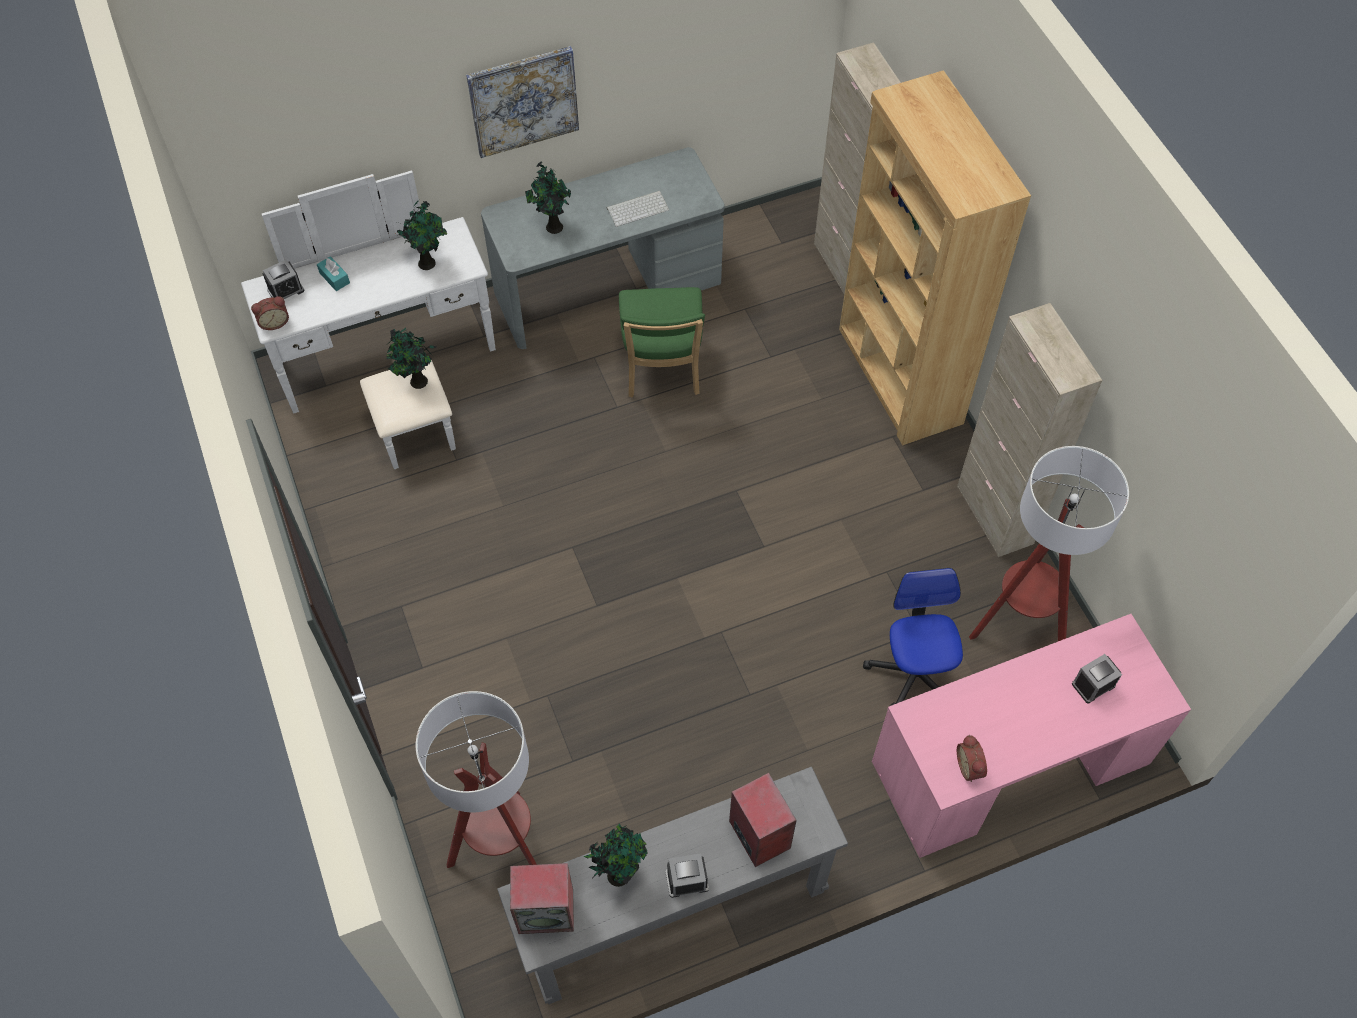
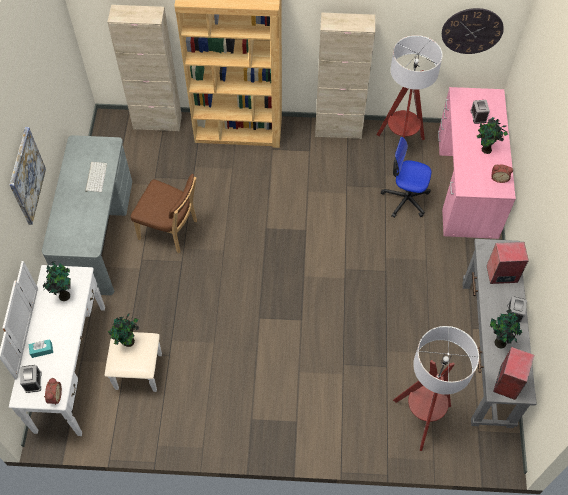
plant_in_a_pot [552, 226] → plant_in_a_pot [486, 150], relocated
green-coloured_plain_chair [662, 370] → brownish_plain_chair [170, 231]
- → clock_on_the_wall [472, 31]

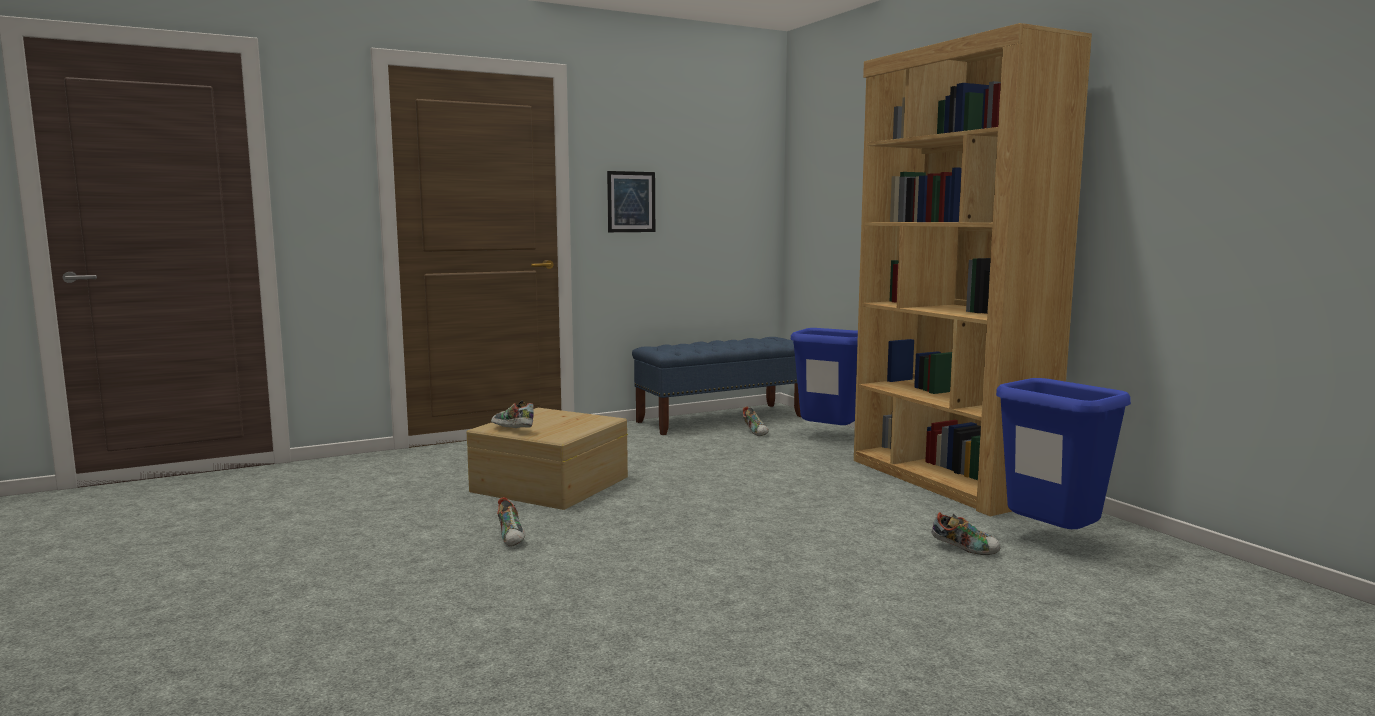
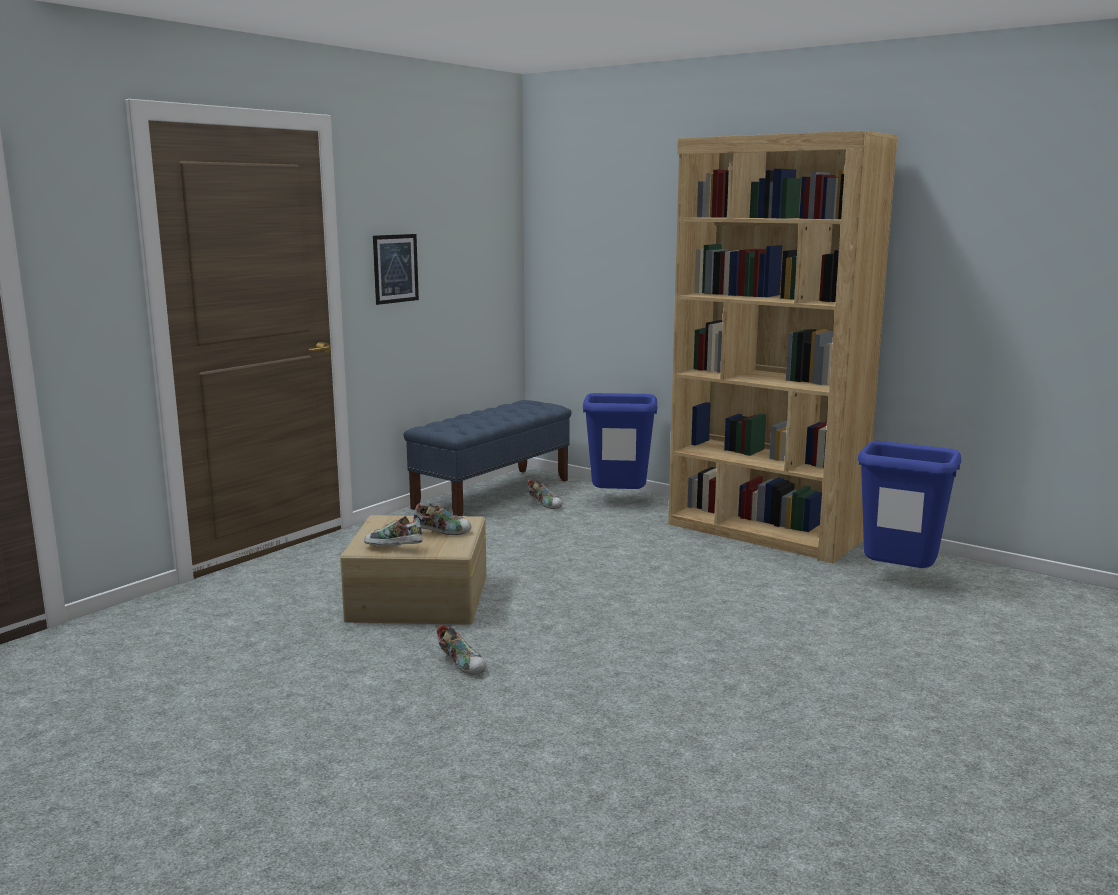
item_of_footwear [964, 549] → item_of_footwear [442, 532], relocated

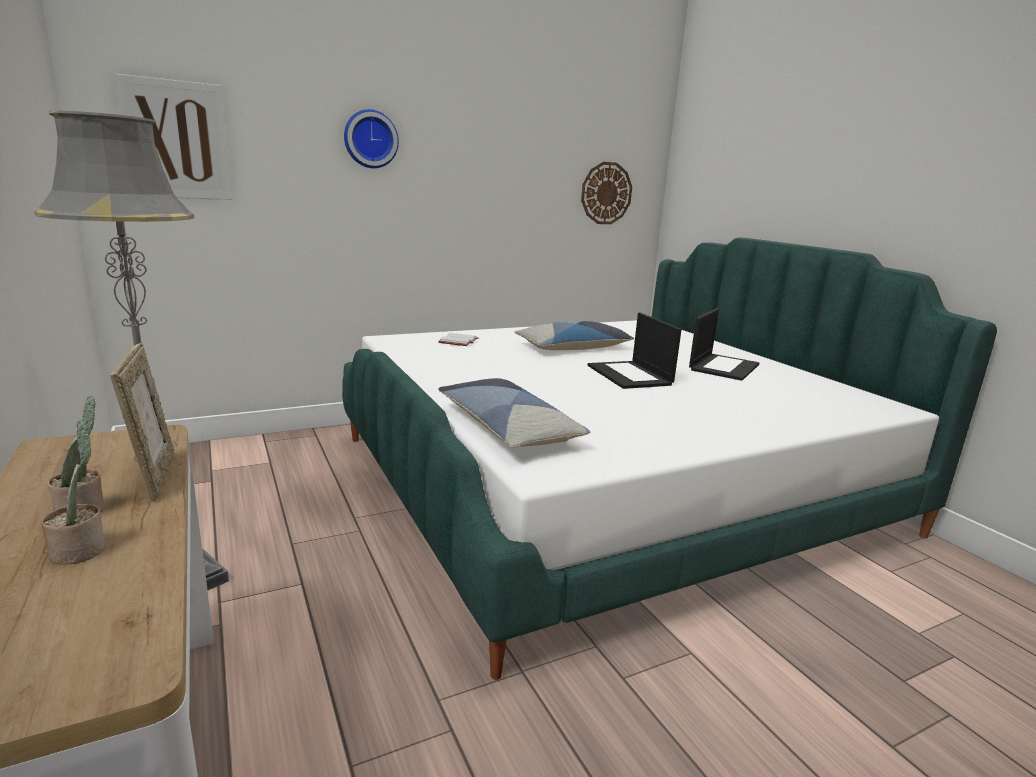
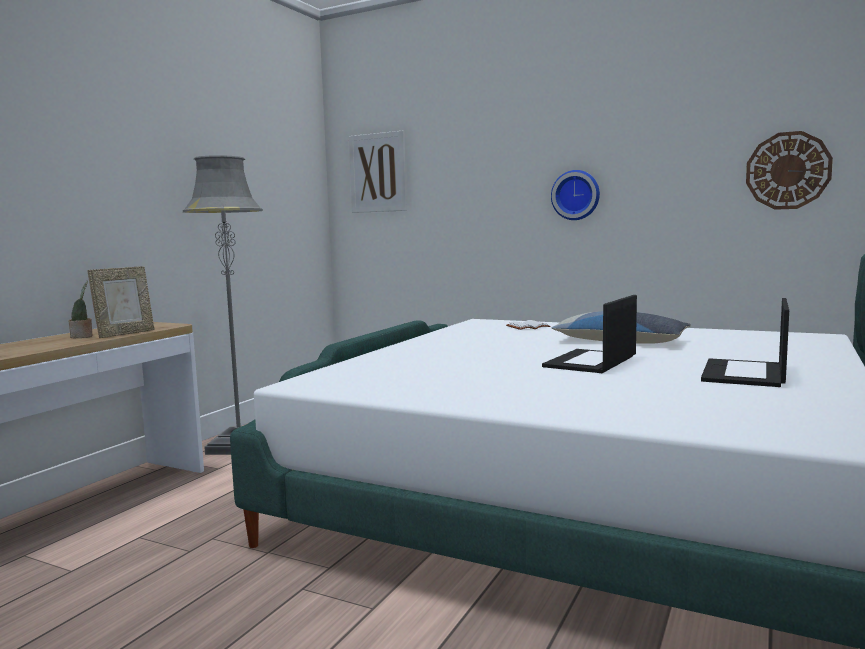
plant_in_a_pot [81, 549] → -
clock_on_the_wall [370, 139] → clock_on_the_wall [576, 195], relocated
cushion [507, 427] → -
laptop [723, 367] → laptop [745, 374], 120 degrees clockwise

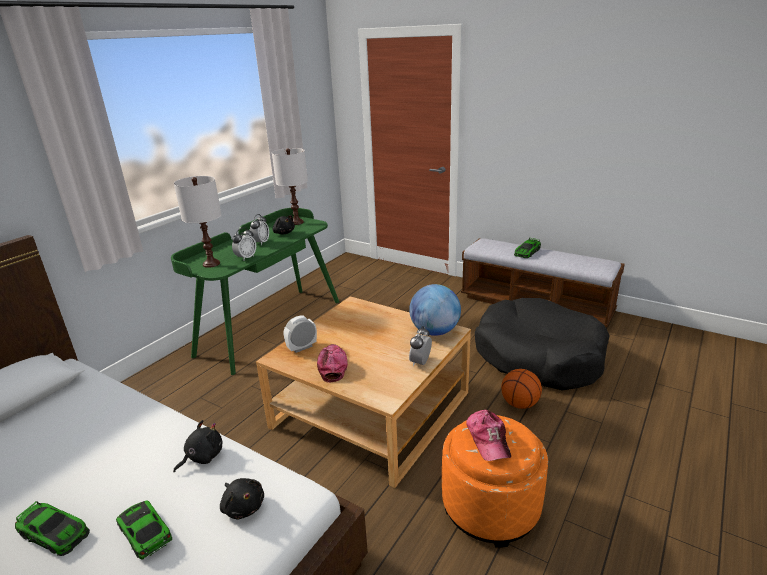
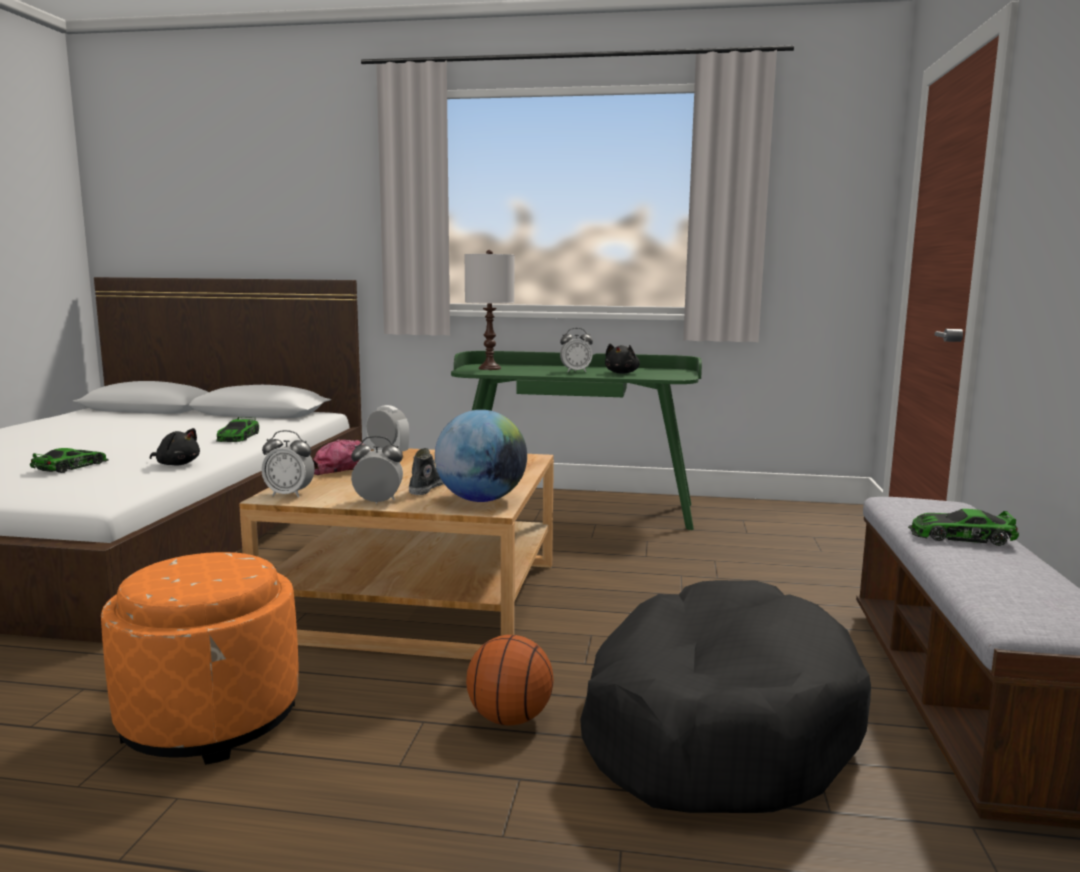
toy_car [54, 533] → toy_car [238, 437], relocated
black_cuddly_toy [243, 506] → -
table_clock [246, 258] → table_clock [289, 494], relocated
whitish_table_lamp [296, 222] → -
peaked_cap [488, 439] → -
- → item_of_footwear [427, 487]

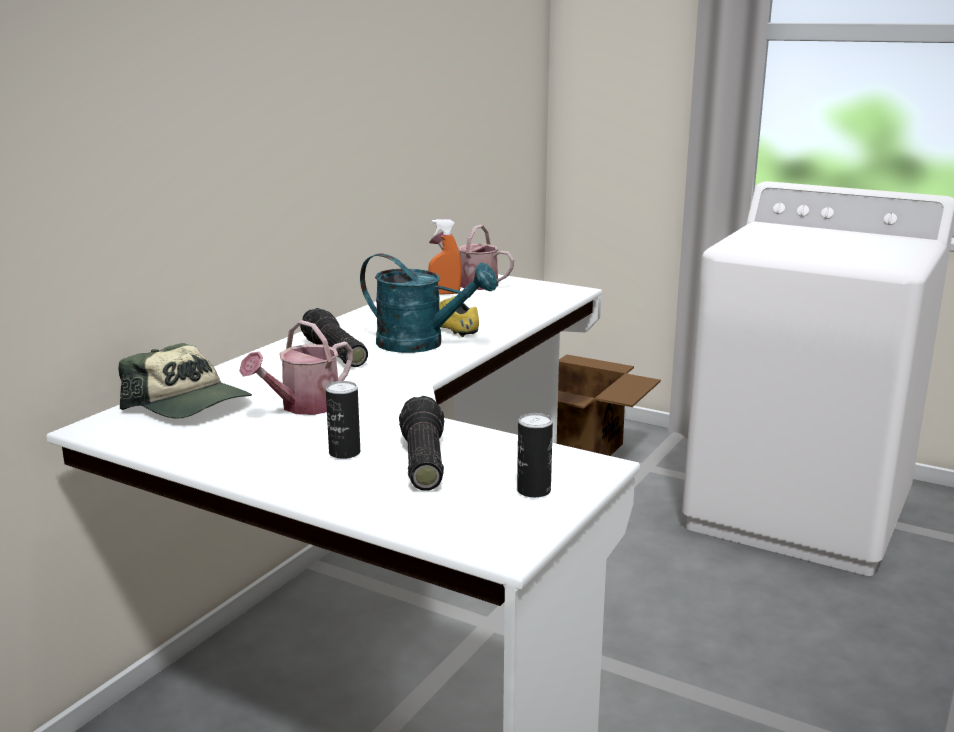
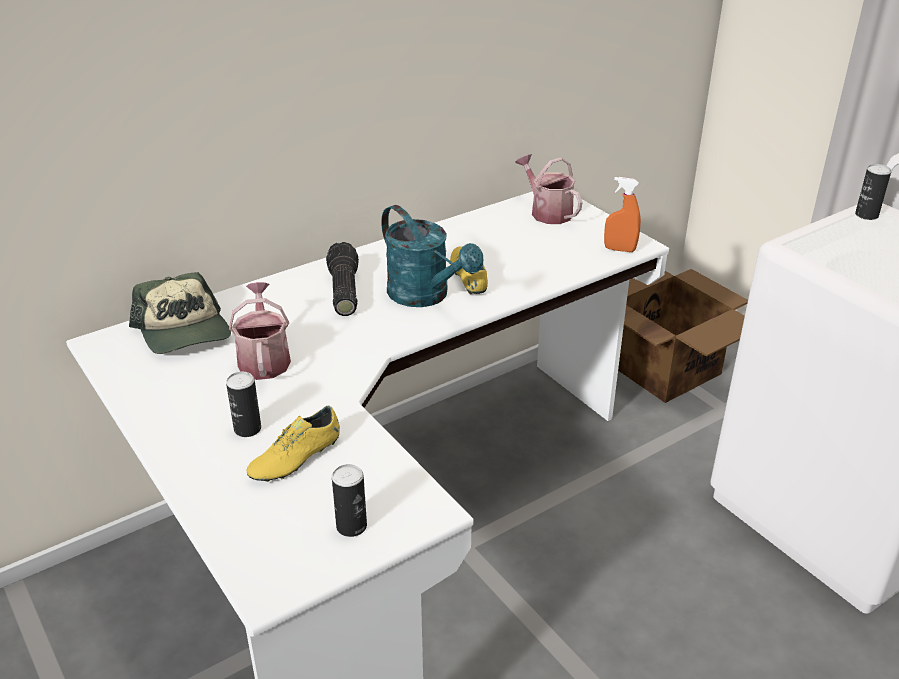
watering_pot [304, 406] → watering_pot [264, 359], 105 degrees clockwise
flashlight [421, 461] → yellow_item_of_footwear [295, 458]
orangey_spray_bottle [445, 293] → orangey_spray_bottle [619, 249], relocated
- → can [866, 215]

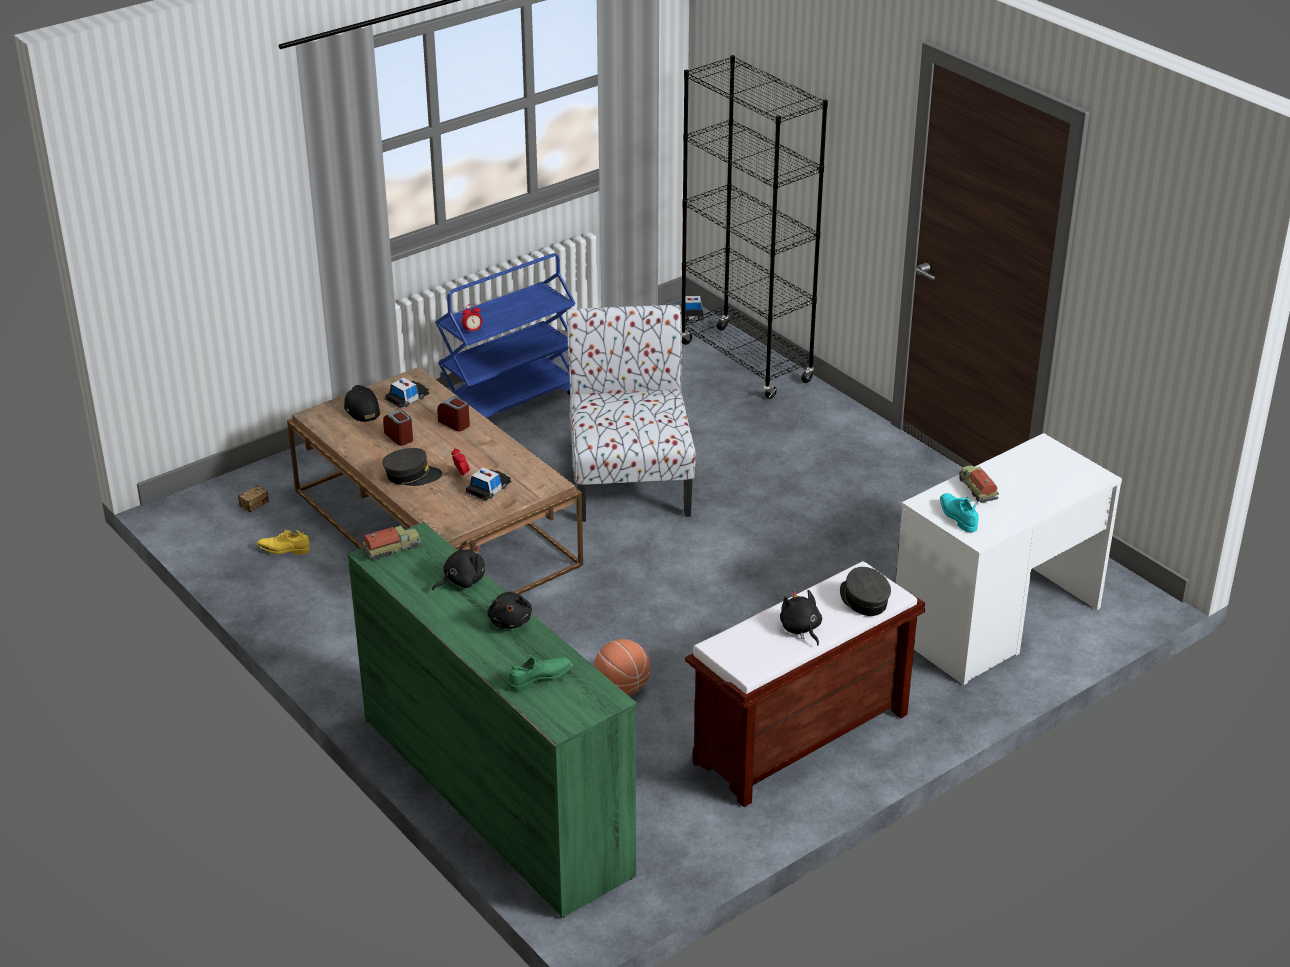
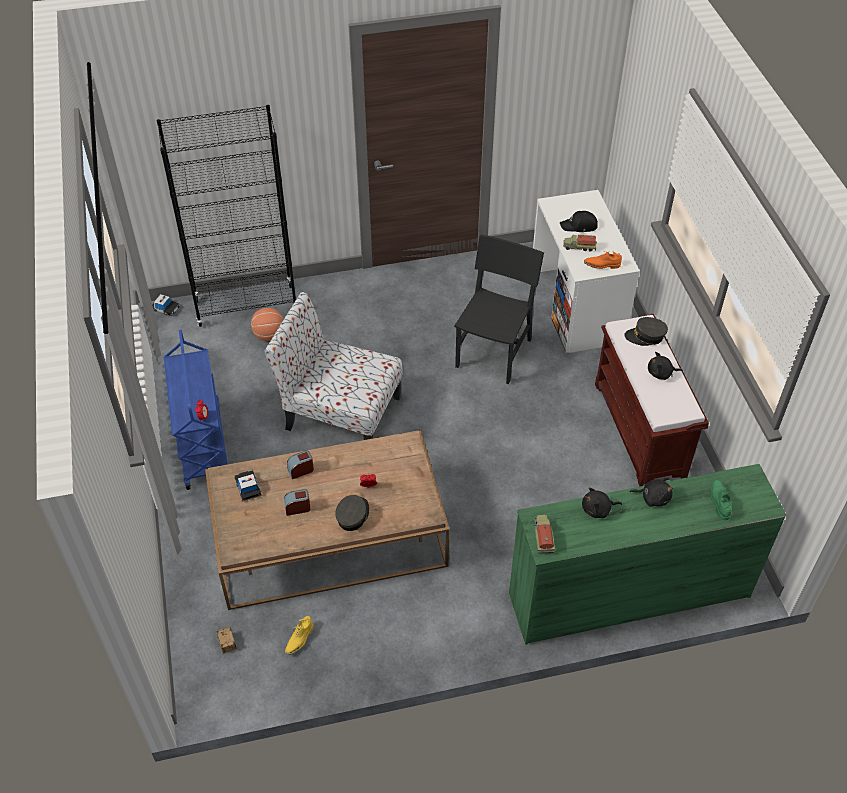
black_peaked_cap [361, 409] → black_peaked_cap [579, 226], relocated
black_cuddly_toy [461, 581] → black_cuddly_toy [598, 510], 90 degrees counterclockwise
toy_car [488, 489] → -
basketball [622, 688] → basketball [269, 335], relocated
turquoise_item_of_footwear [957, 517] → orangey_item_of_footwear [602, 265]
- → black_plain_chair [494, 353]

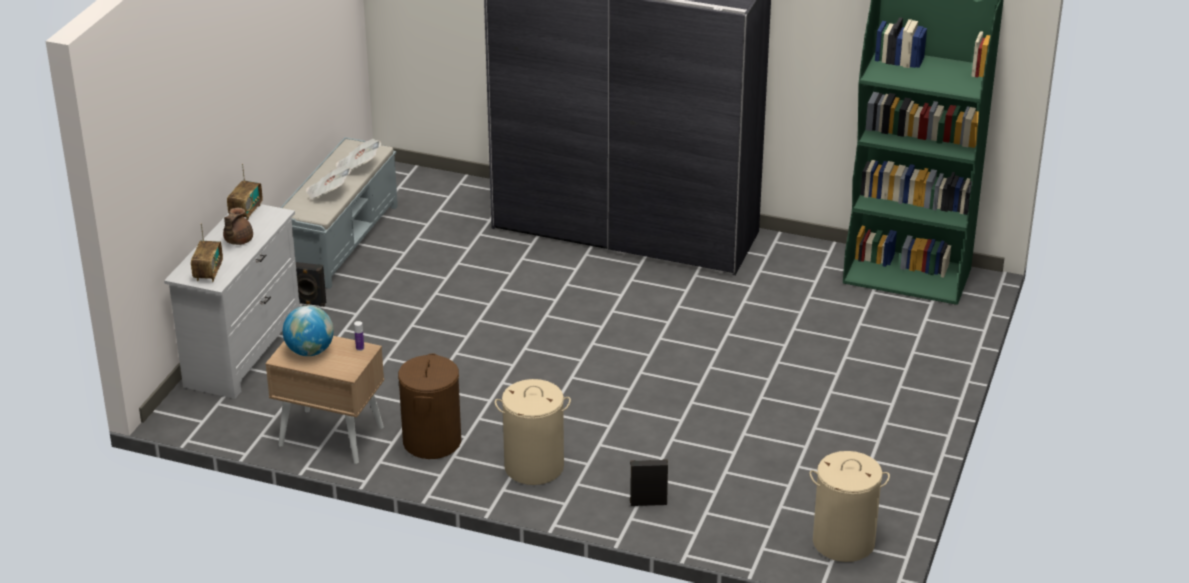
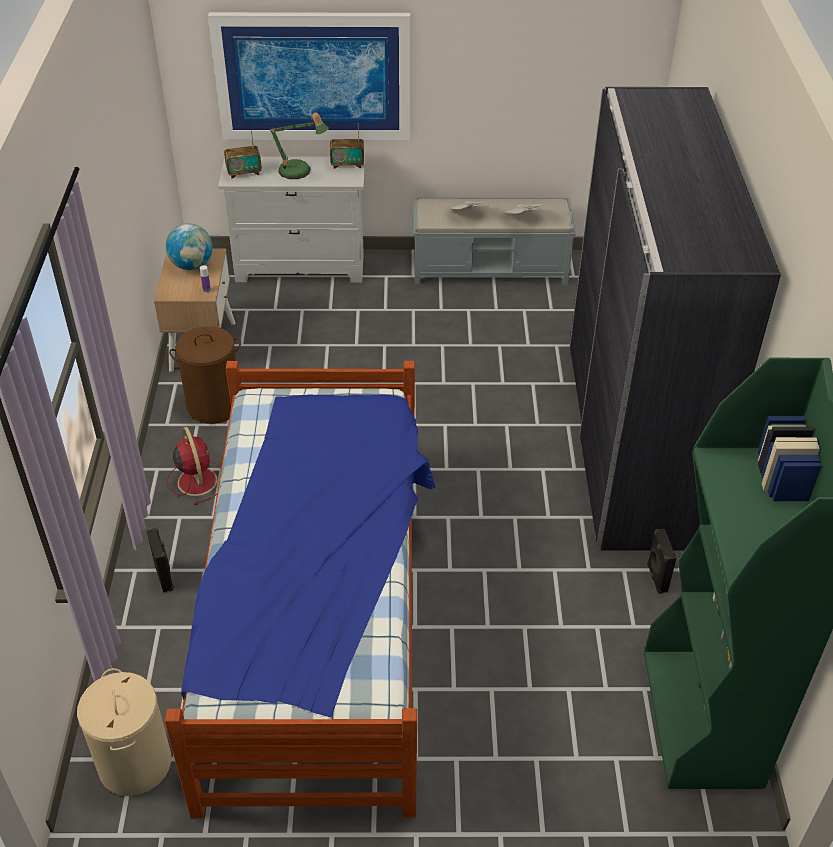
brownish_tea_pot [237, 240] → table_lamp [299, 172]
black_speaker [309, 303] → black_speaker [656, 578], relocated
sand-coloured_hamper [533, 467] → reddish_cooling_fan [196, 480]
- → sleeping_bed [319, 616]
- → wall_picture [313, 76]

